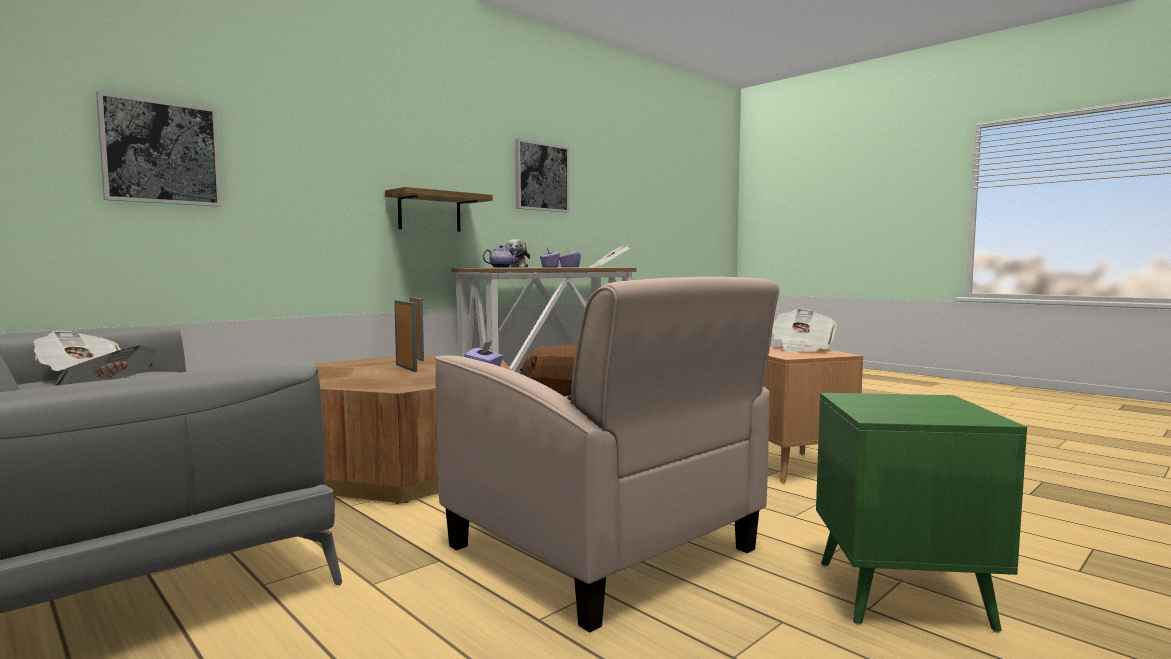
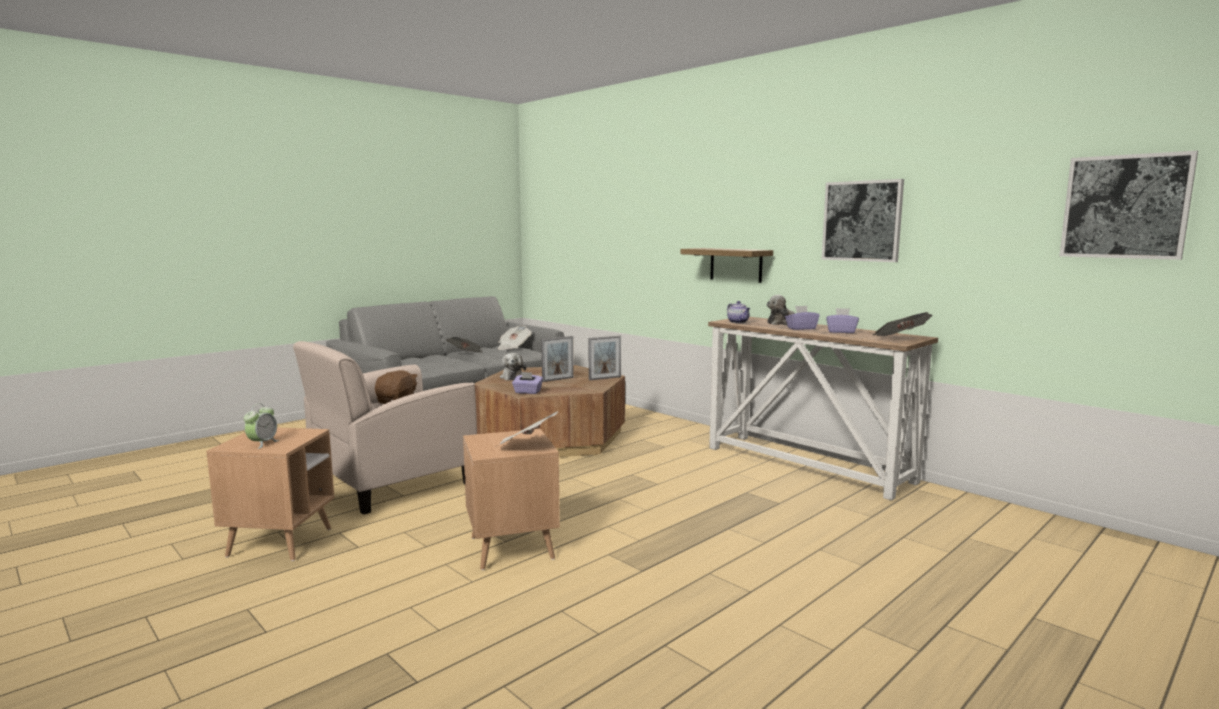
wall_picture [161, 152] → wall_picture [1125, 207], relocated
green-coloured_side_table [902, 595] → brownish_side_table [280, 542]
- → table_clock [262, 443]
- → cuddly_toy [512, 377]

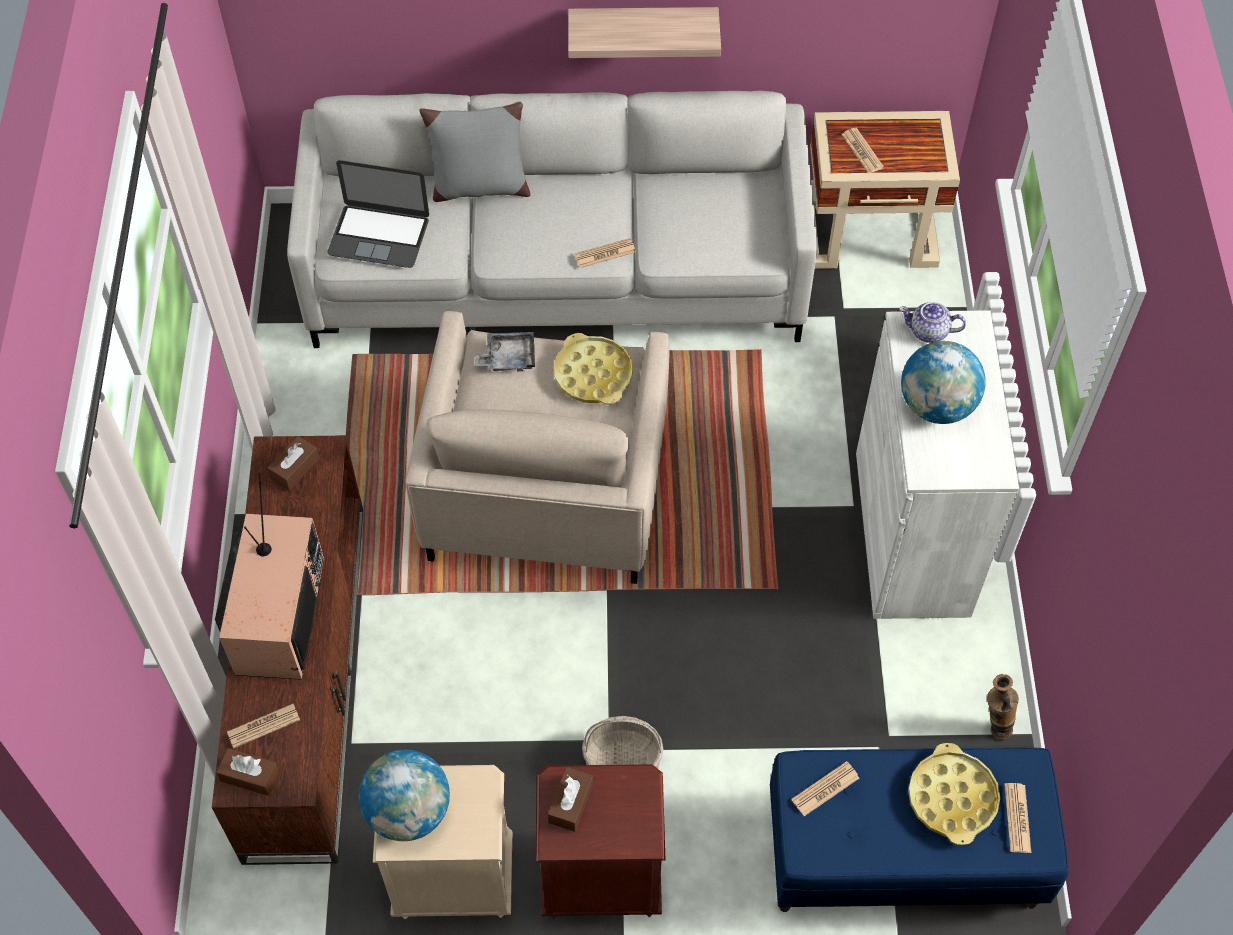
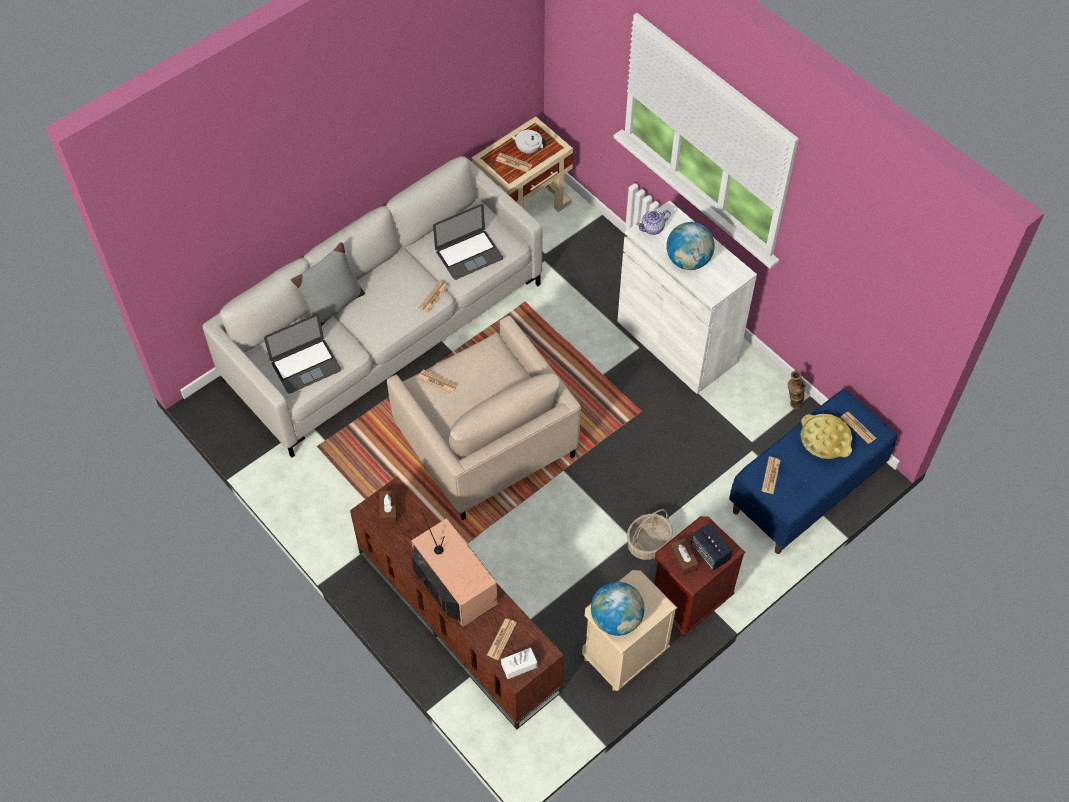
brownish_tissue_box [250, 776] → whitish_tissue_box [519, 666]
grey_serving_tray [508, 357] → printed_paper [437, 382]
yellow_serving_tray [593, 374] → -
shelf [643, 29] → -
- → laptop [469, 254]
- → whitish_tea_pot [528, 149]
- → speaker [710, 552]

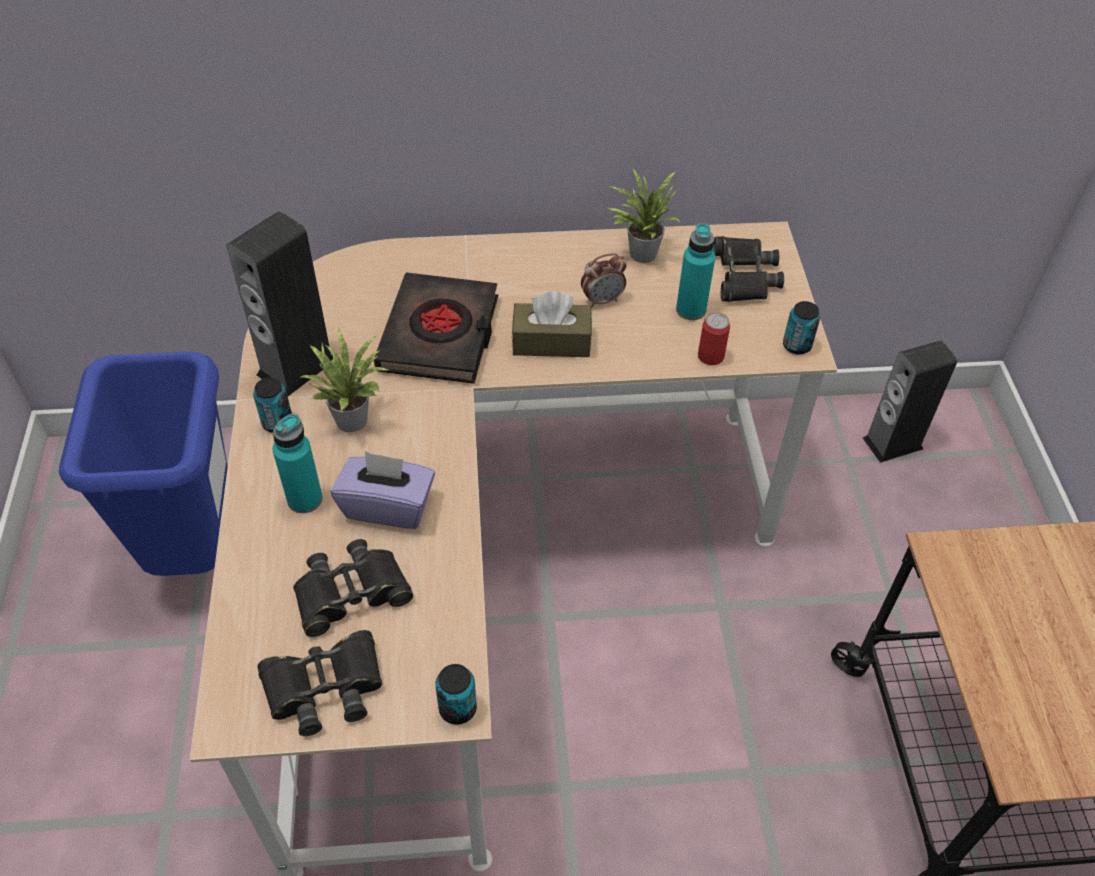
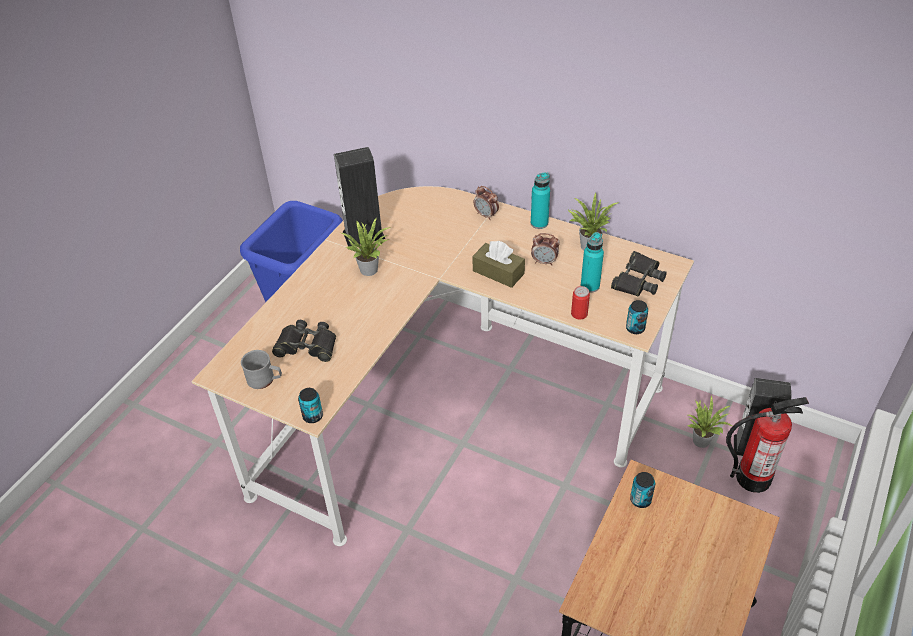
can [277, 422] → can [640, 500], relocated
black_binoculars [325, 687] → grey_tea_mug [265, 379]
turquoise_beverage_bottle [305, 499] → turquoise_beverage_bottle [539, 223], relocated
purple_tissue_box [388, 506] → -
black_bound_book [440, 335] → -
- → table_clock [486, 215]
- → plant_in_a_pot [702, 439]
- → fire_extinguisher [753, 478]

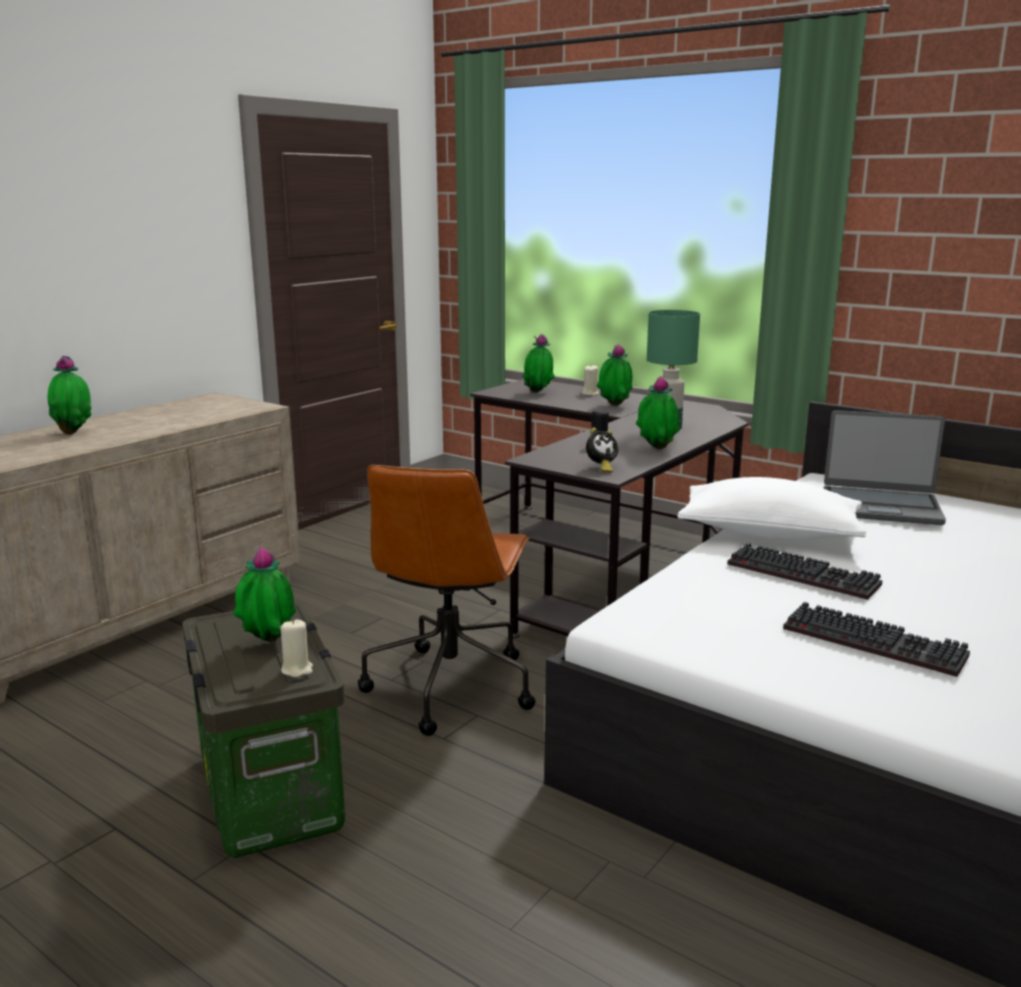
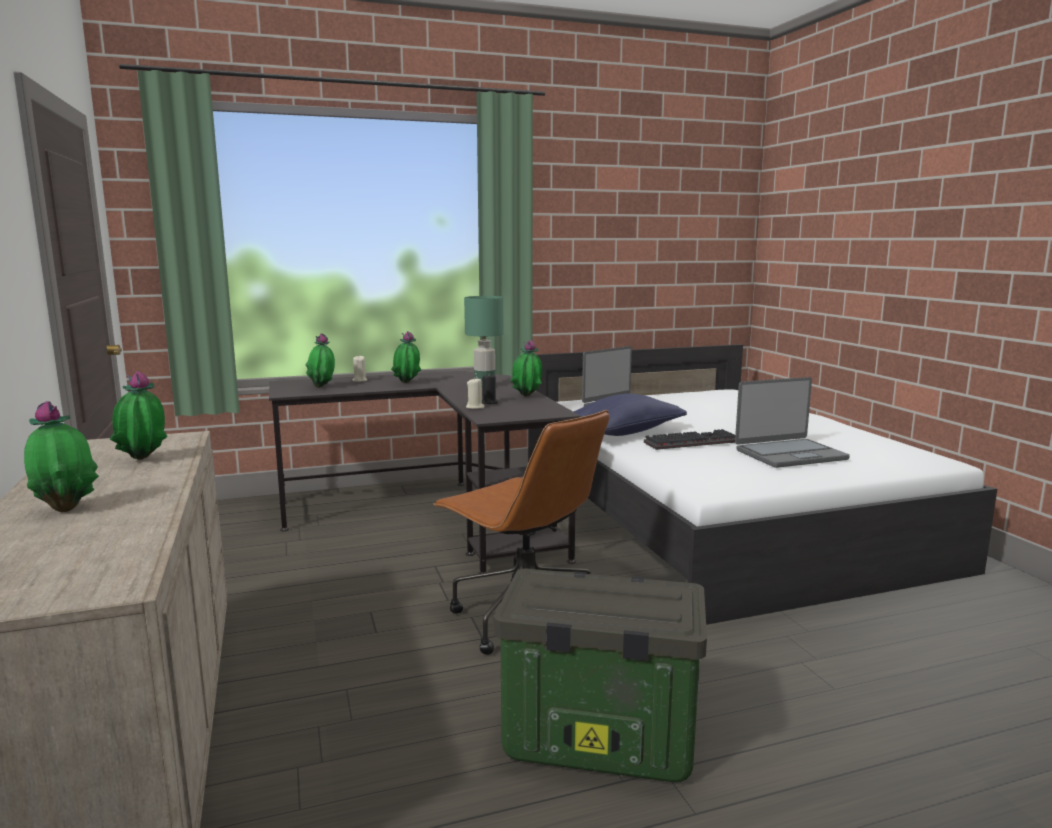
plant_in_a_pot [267, 644] → plant_in_a_pot [143, 460], relocated
sand-coloured_wax_candle [297, 669] → sand-coloured_wax_candle [475, 407], relocated
table_clock [600, 468] → -
whitish_cushion [769, 534] → bluish_cushion [623, 432]
PC_keyboard [877, 642] → laptop [789, 454]

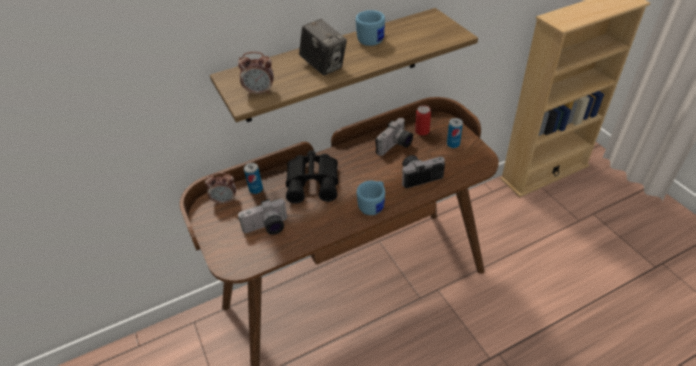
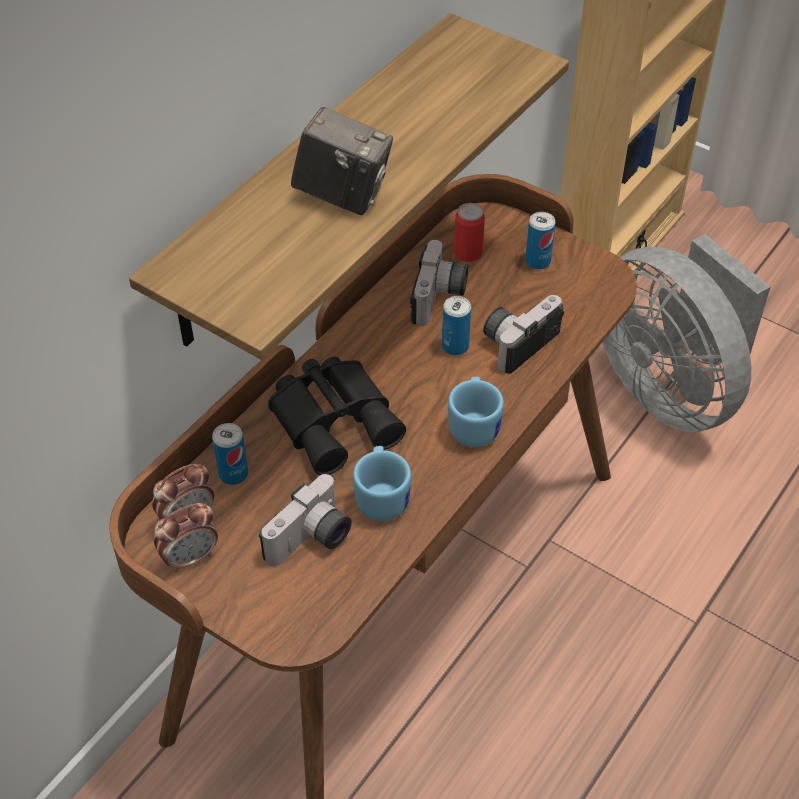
table_clock [260, 92] → table_clock [190, 557], relocated
bluish_tea_mug [372, 39] → bluish_tea_mug [382, 496], relocated
- → can [455, 346]
- → grey_cooling_fan [669, 388]

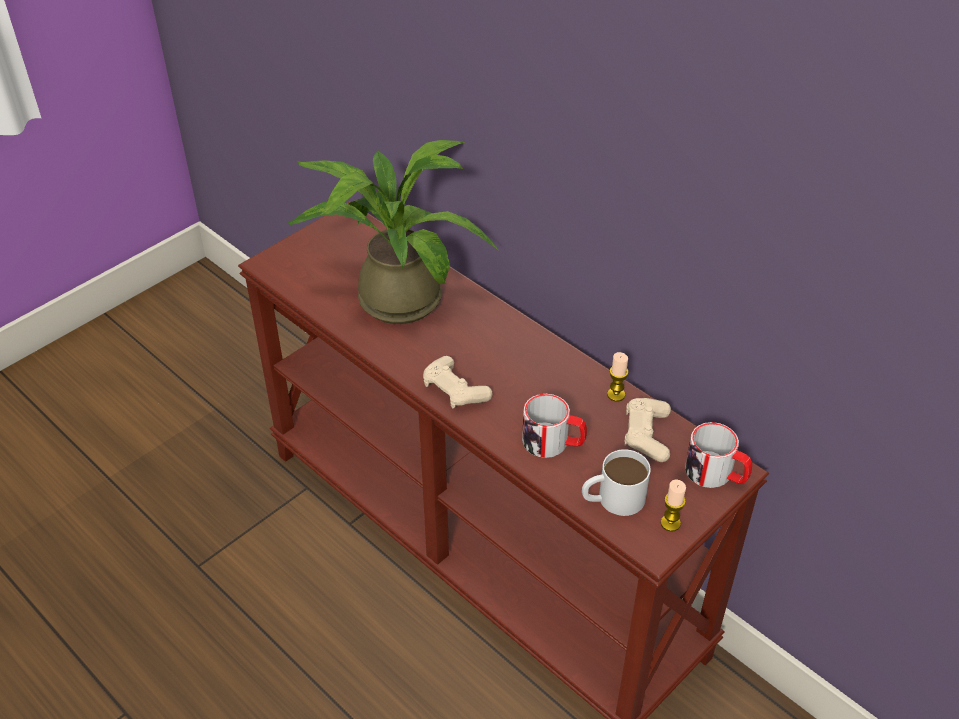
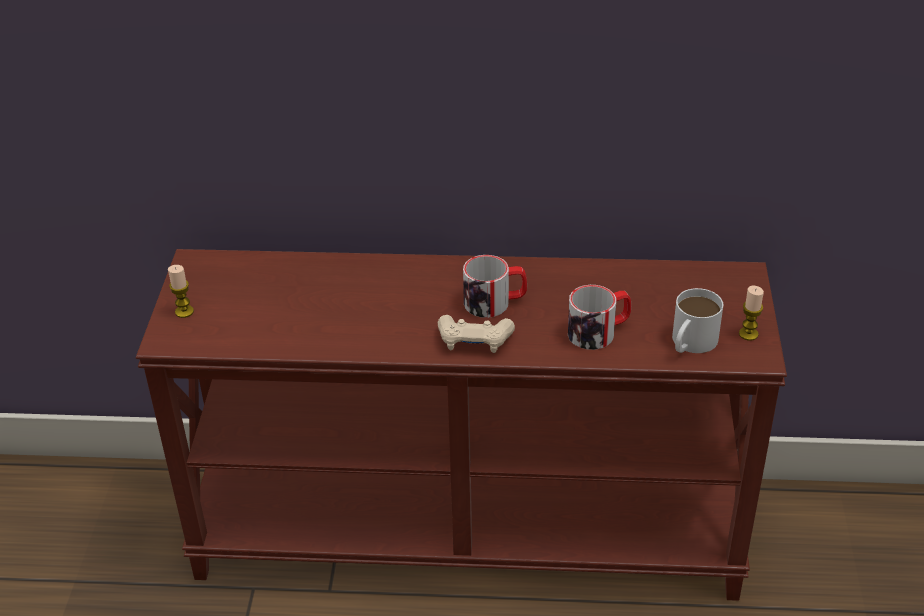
plant_in_a_pot [393, 294] → -
wax_candle [616, 395] → wax_candle [184, 311], relocated
sand-coloured_joypad [646, 435] → -
tea_mug [716, 474] → tea_mug [495, 302], relocated

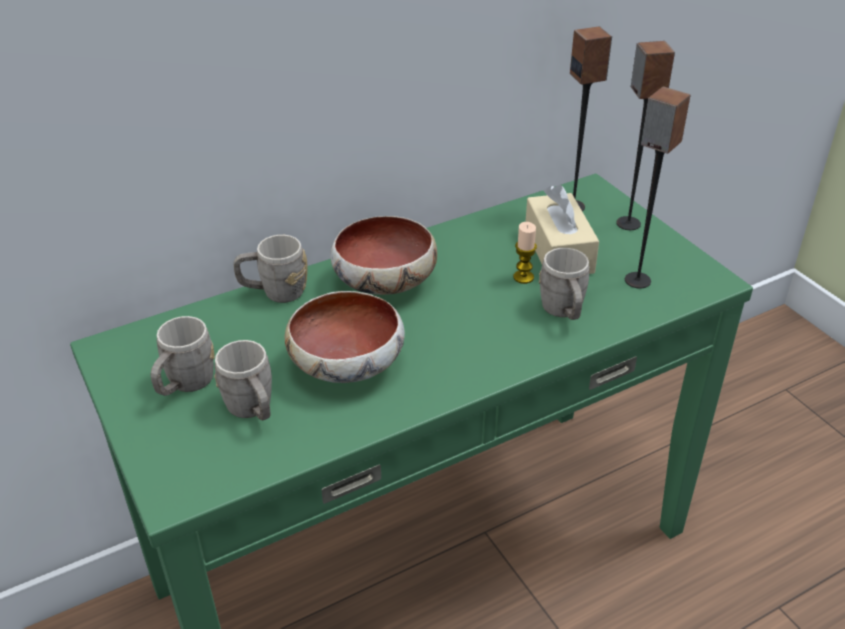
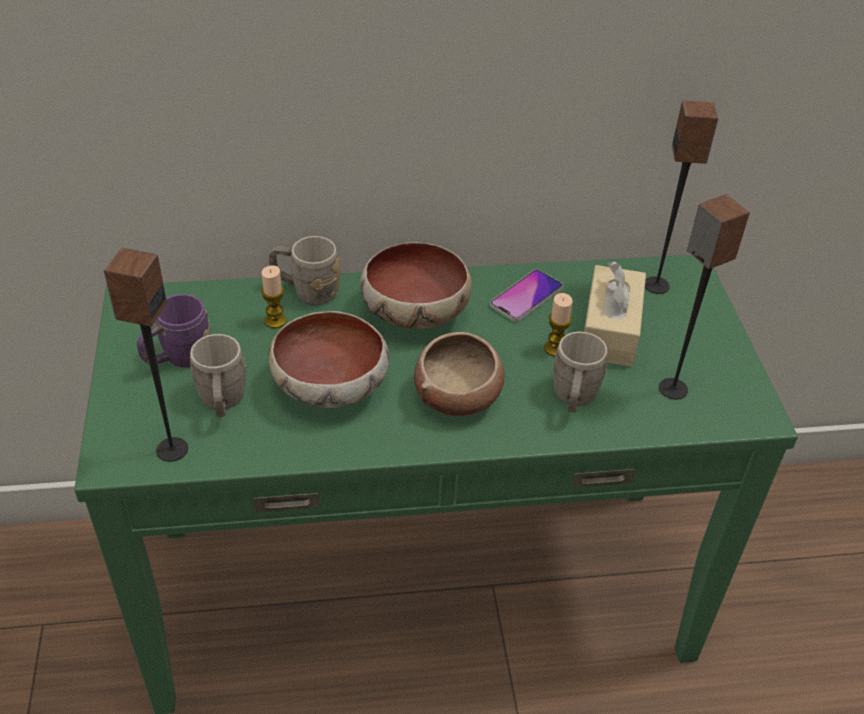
grey_tea_mug [185, 385] → purple_tea_mug [178, 359]
speaker [627, 223] → speaker [171, 449], relocated
- → wax_candle [275, 321]
- → serving_bowl [458, 395]
- → telephone [526, 297]

